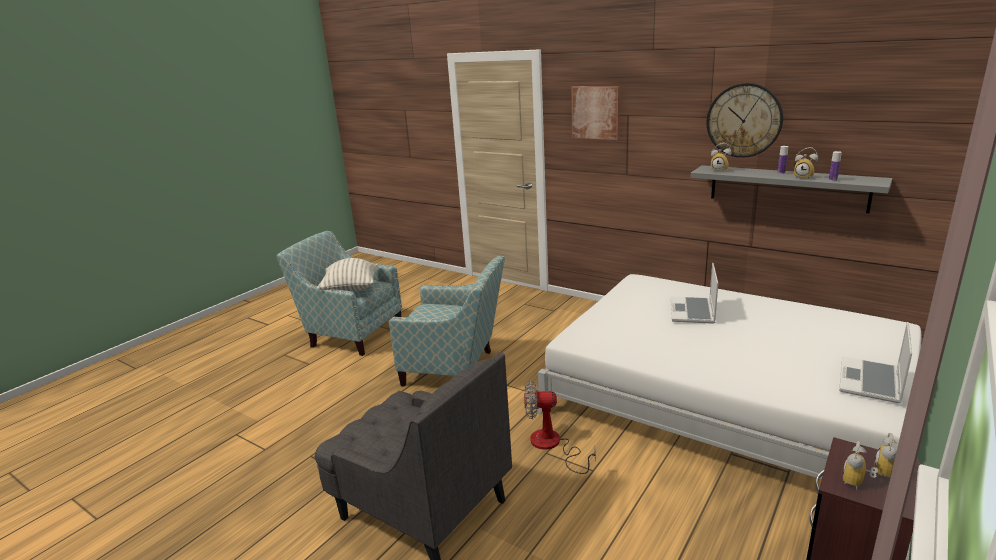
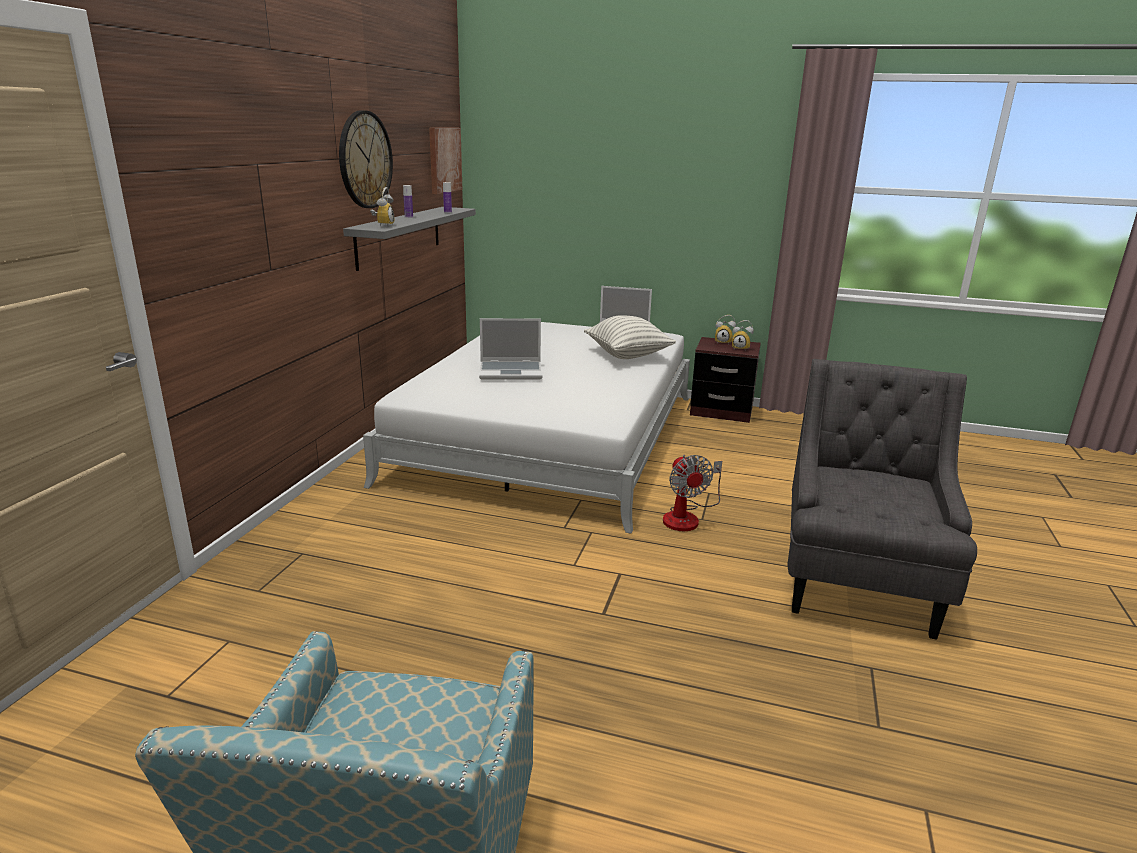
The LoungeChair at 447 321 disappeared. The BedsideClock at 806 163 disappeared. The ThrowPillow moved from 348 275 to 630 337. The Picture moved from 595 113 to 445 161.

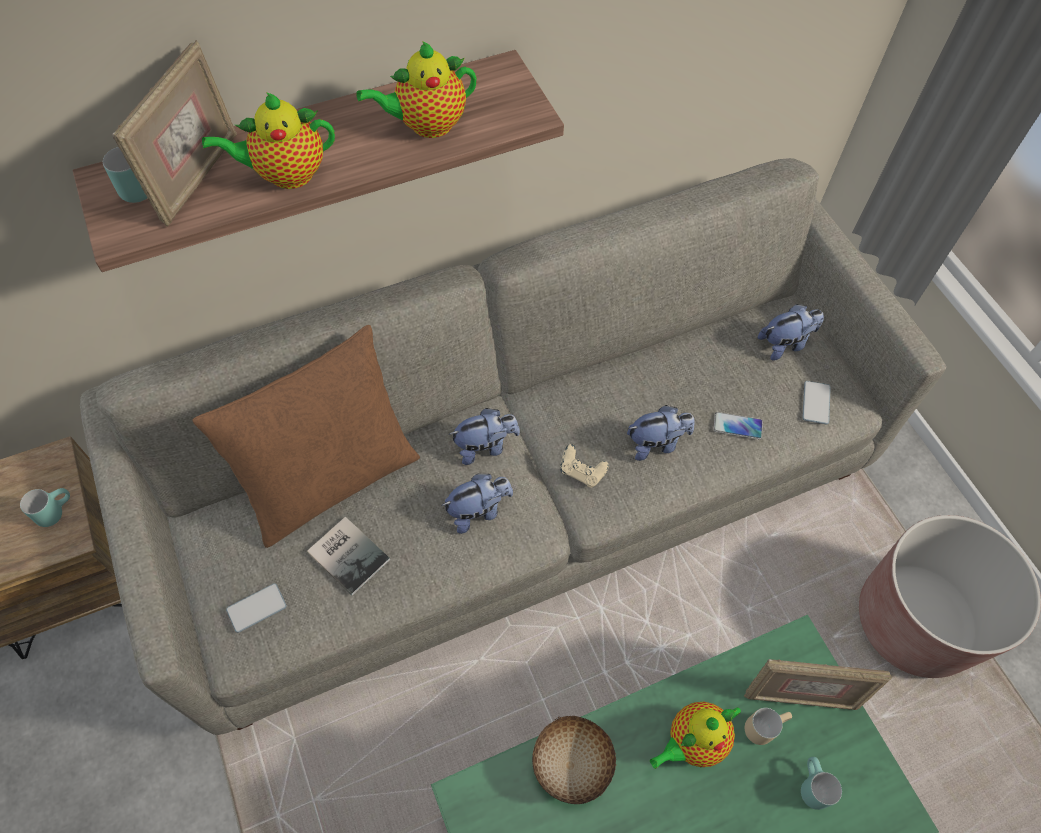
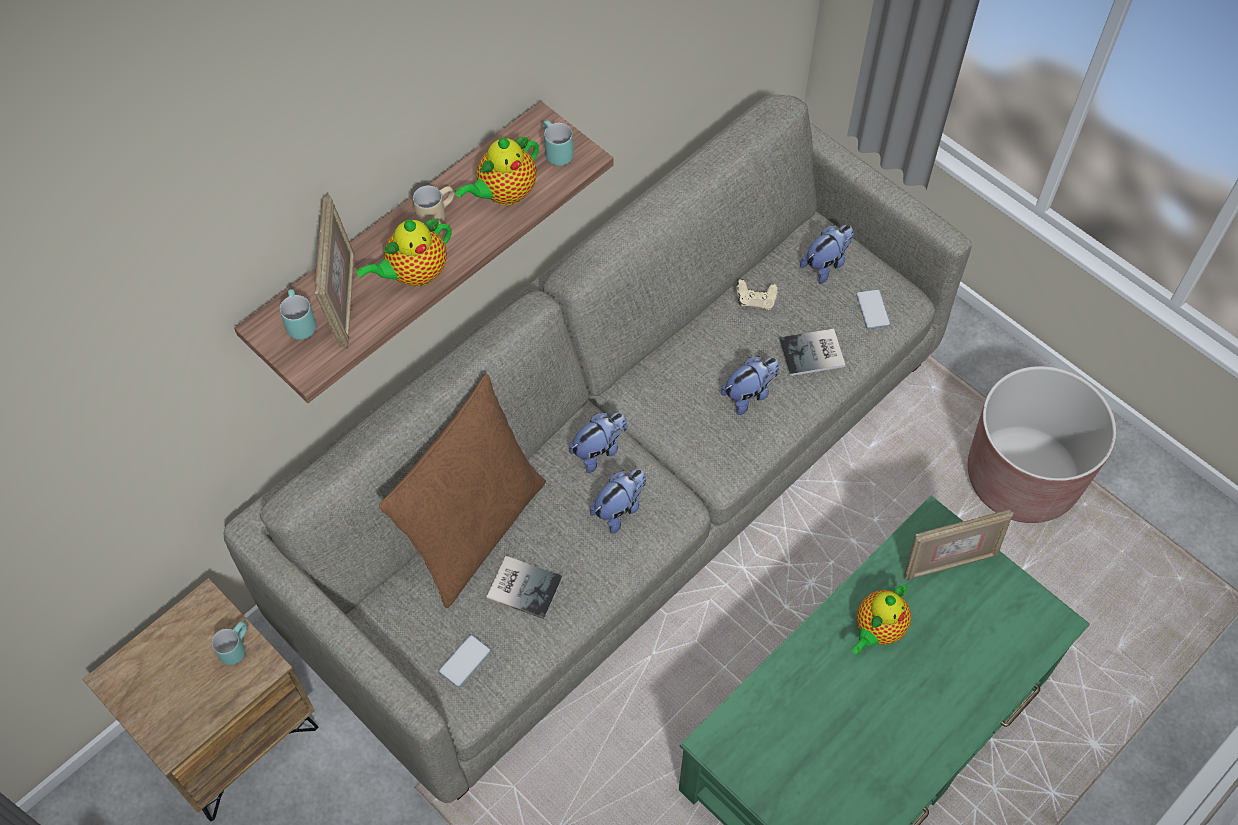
The ServingBowl at 574 760 disappeared. The BeigeGameController moved from 584 466 to 757 294. The BeigeCoffeeMug moved from 768 726 to 433 205. The TurquoiseCoffeeMug moved from 821 783 to 558 143. The Phone at 738 425 was replaced by the Book at 812 352.

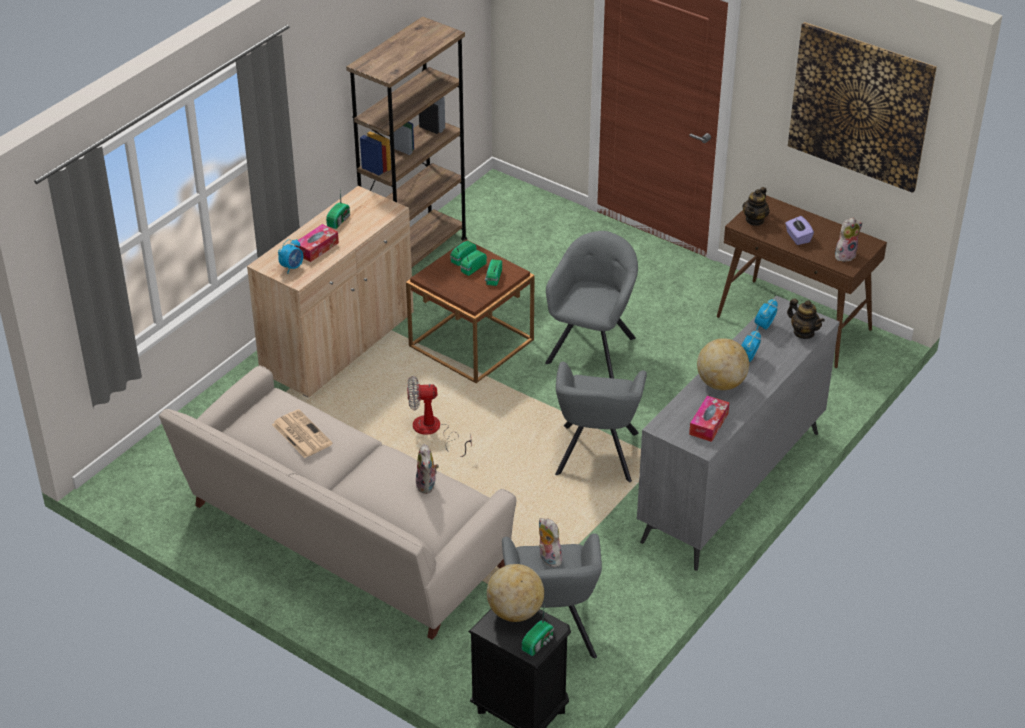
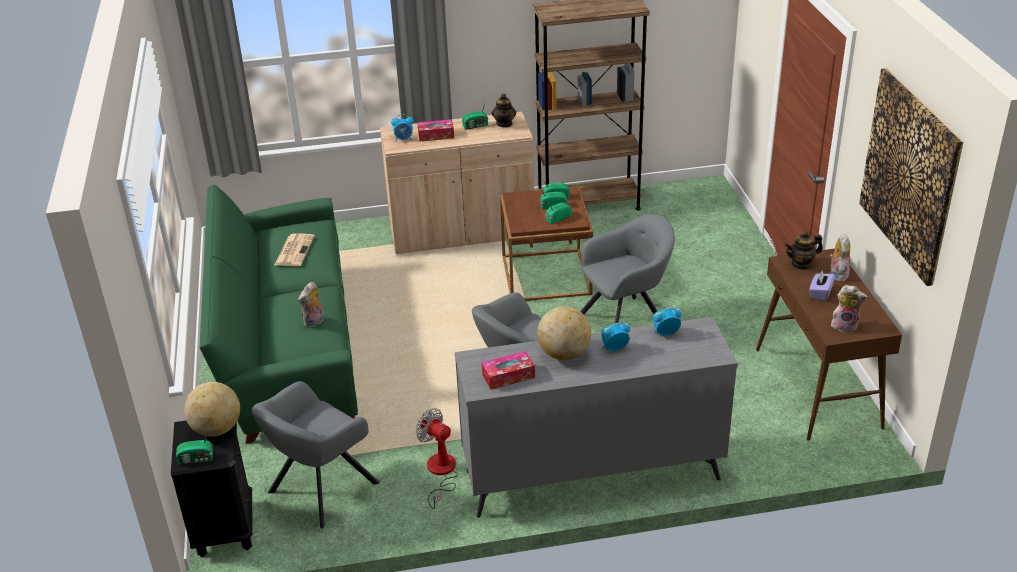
The Fan moved from 439 416 to 437 458. The PlushToy moved from 550 542 to 839 257. The TeaPot moved from 806 318 to 504 111. The BeigeSettee at 337 502 became the GreenishSettee at 279 314.

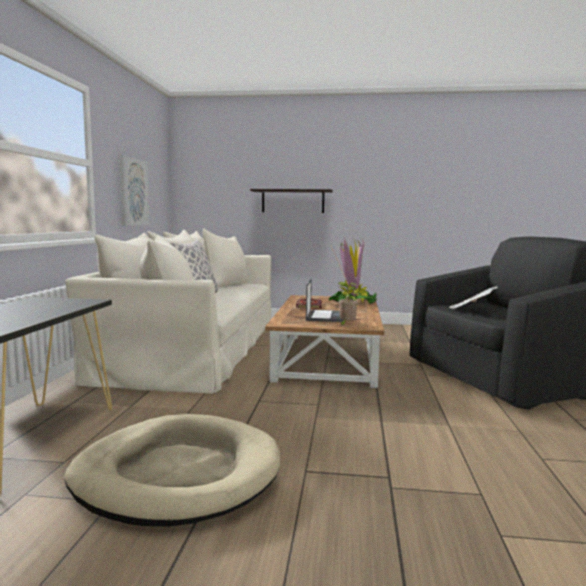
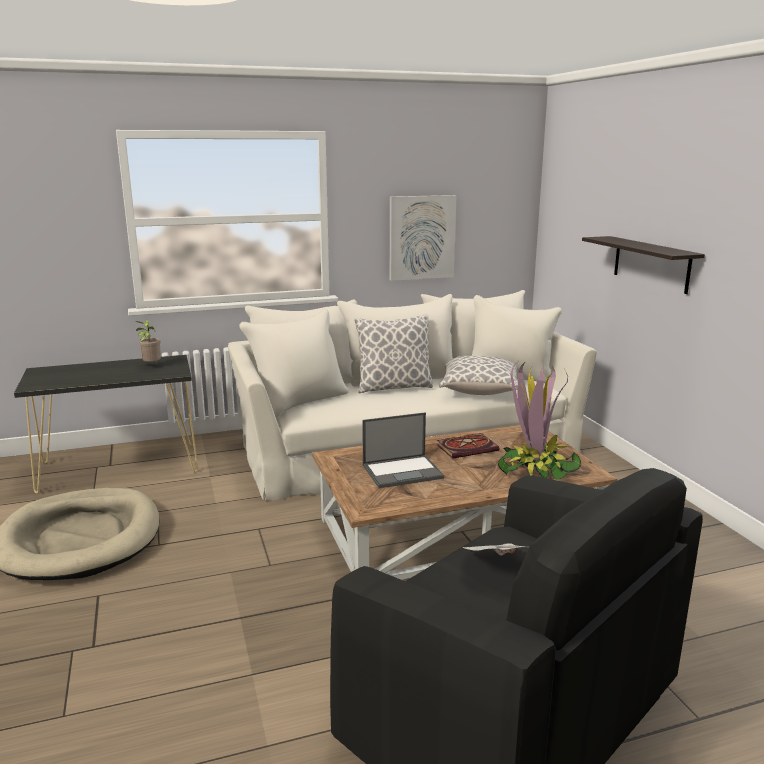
The ThrowPillow at 478 375 appeared. The Houseplant moved from 348 304 to 148 342.

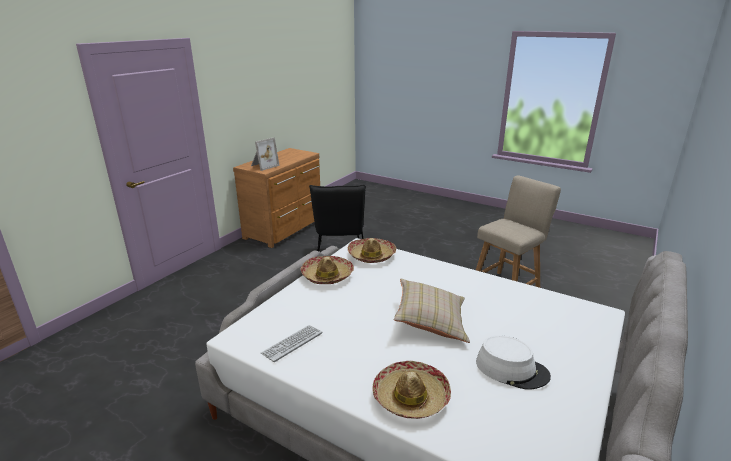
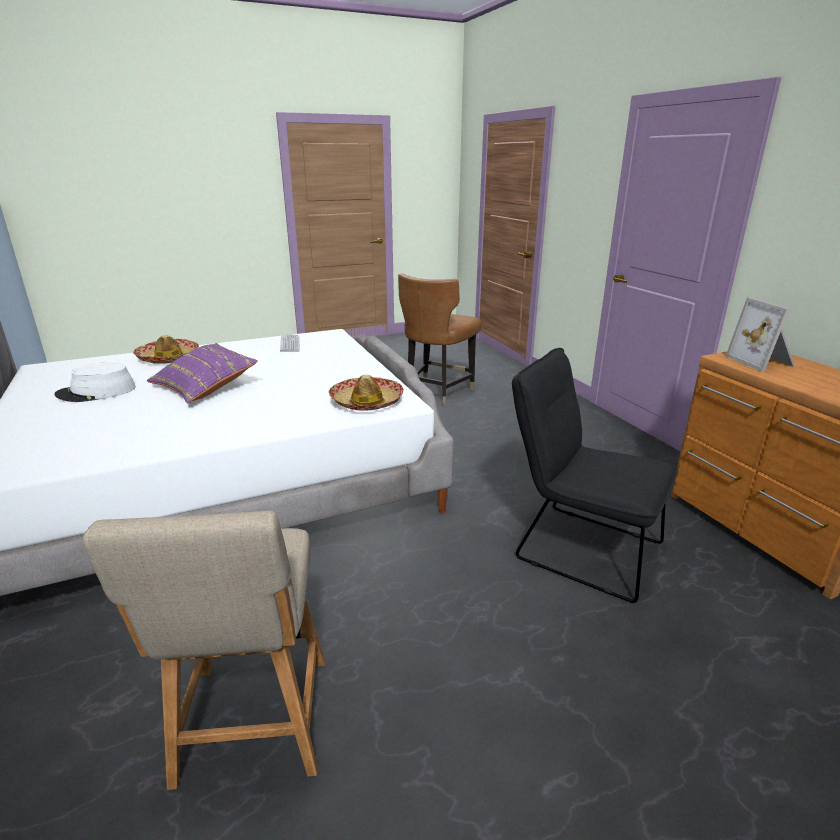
The WearableHat at 327 270 disappeared. The BrownChair at 440 339 appeared. The BeigeThrowPillow at 432 311 became the PurpleColouredThrowPillow at 202 373.

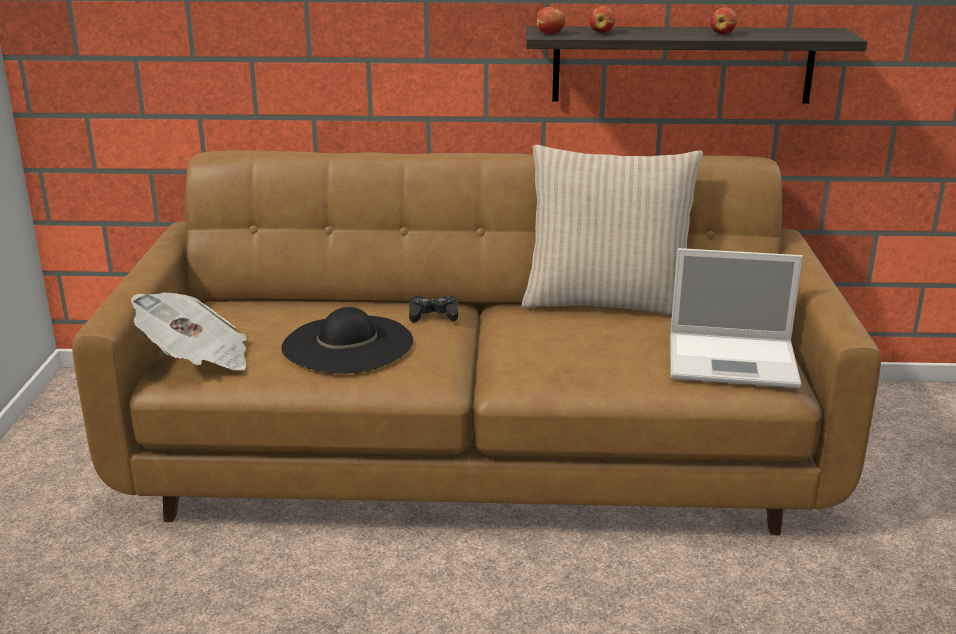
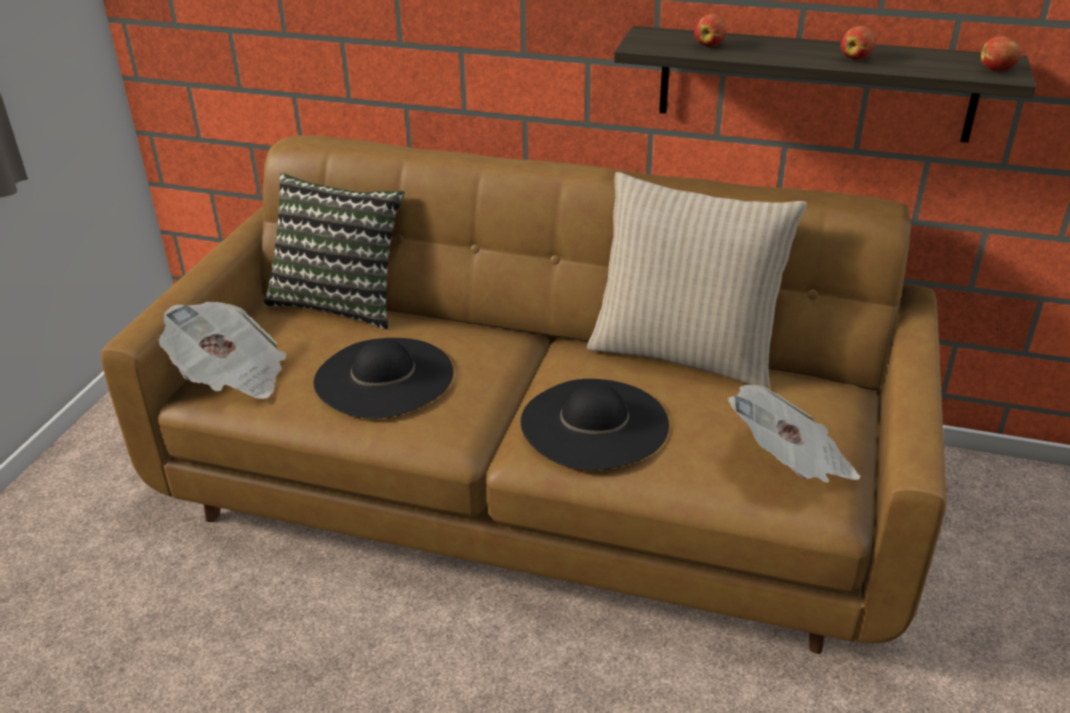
The BlackishGameController at 433 308 disappeared. The ThrowPillow at 334 251 appeared. The BlackishWearableHat at 595 424 appeared. The WholeApple moved from 551 20 to 1001 53. The NotebookComputer at 736 318 was replaced by the DailyPaper at 794 434.

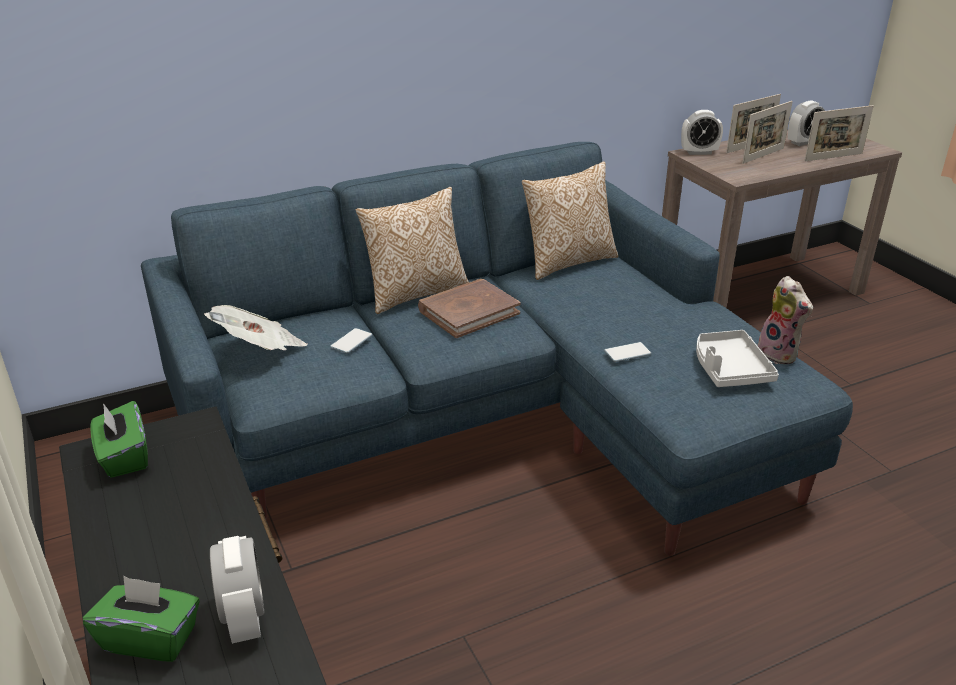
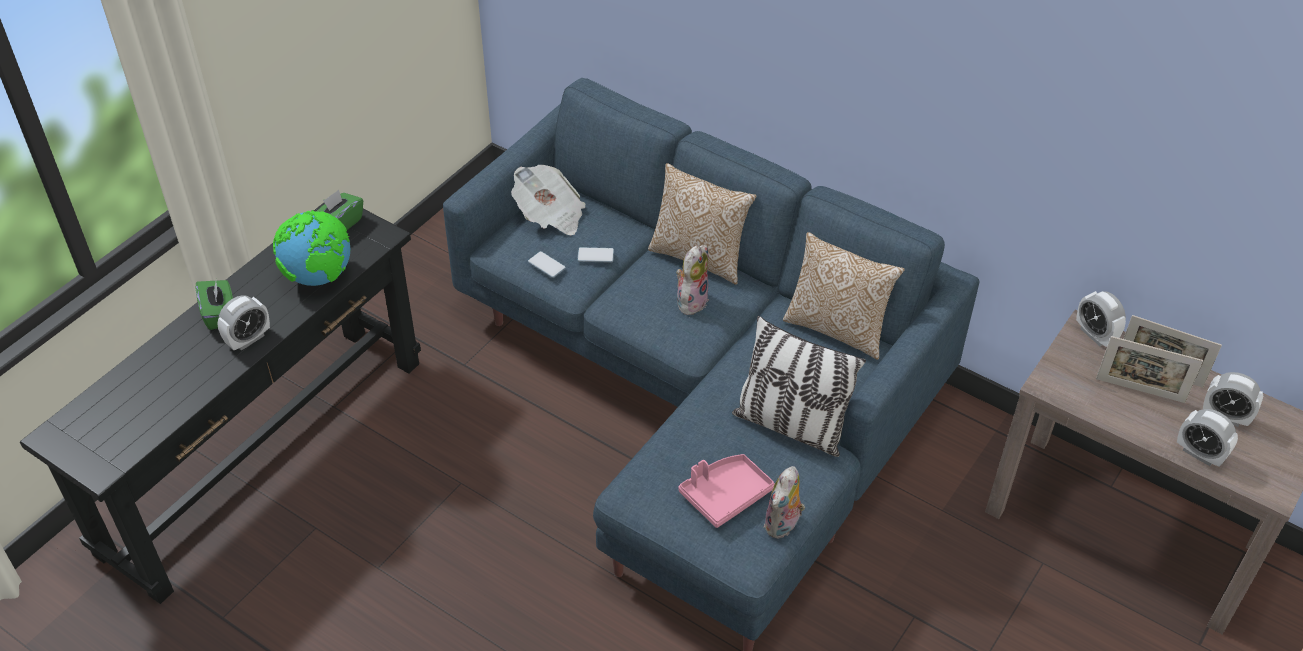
The Globe at 311 248 appeared. The ThrowPillow at 799 386 appeared. The Phone moved from 628 352 to 547 264. The BrownBook at 469 308 was replaced by the PlushToy at 692 280. The PictureFrame at 839 133 was replaced by the BedsideClock at 1207 438. The GreyishCarryingTray at 737 358 became the PinkishCarryingTray at 726 491.

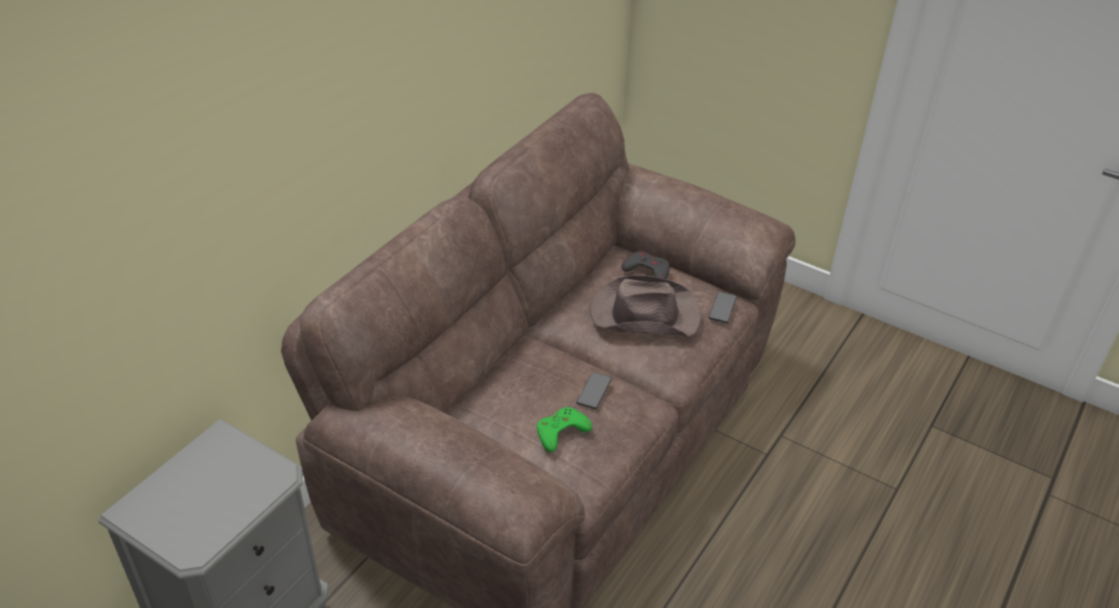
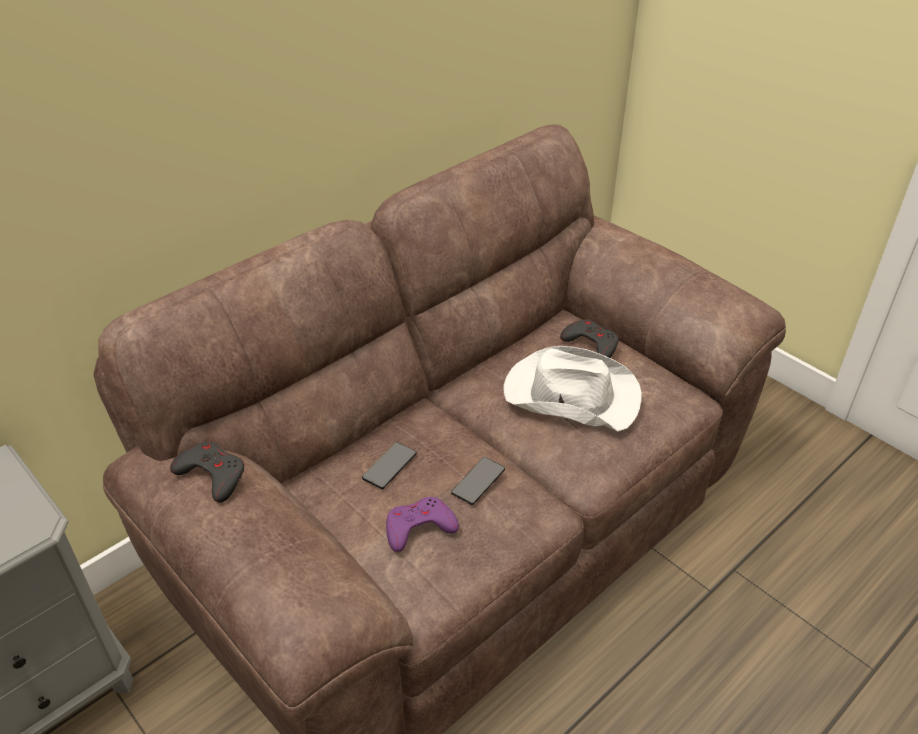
The GreyishGameController at 207 472 appeared. The Phone moved from 723 307 to 389 465. The GreenishGameController at 564 429 became the PurpleColouredGameController at 422 524. The BrownWearableHat at 645 306 became the WhiteColouredWearableHat at 572 389.

